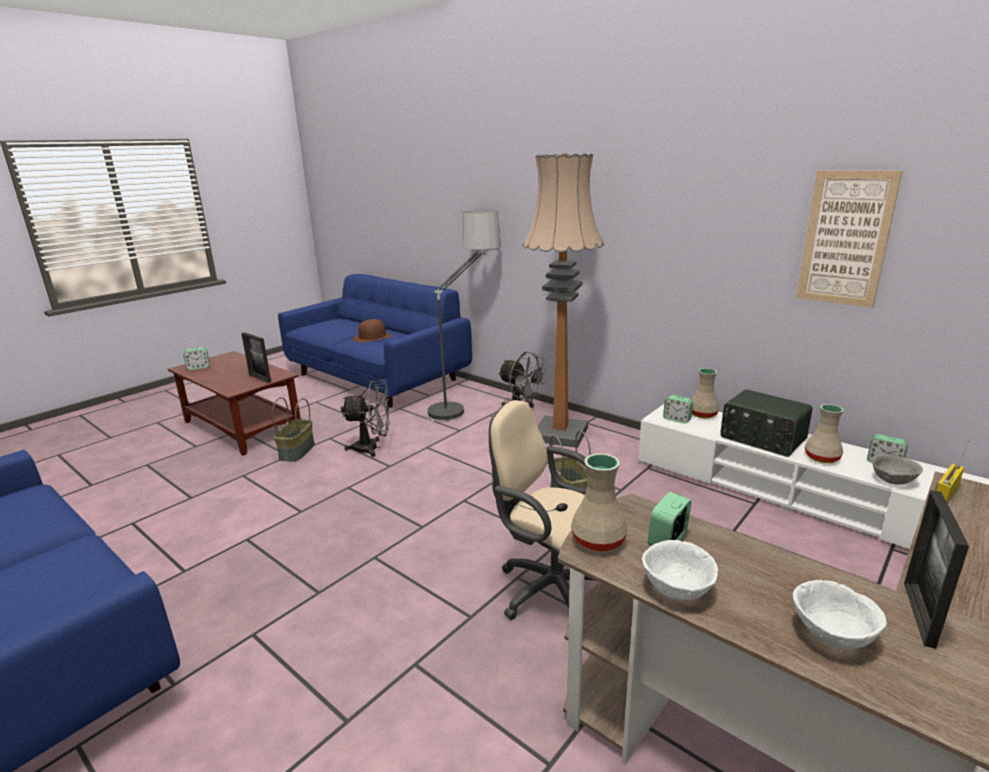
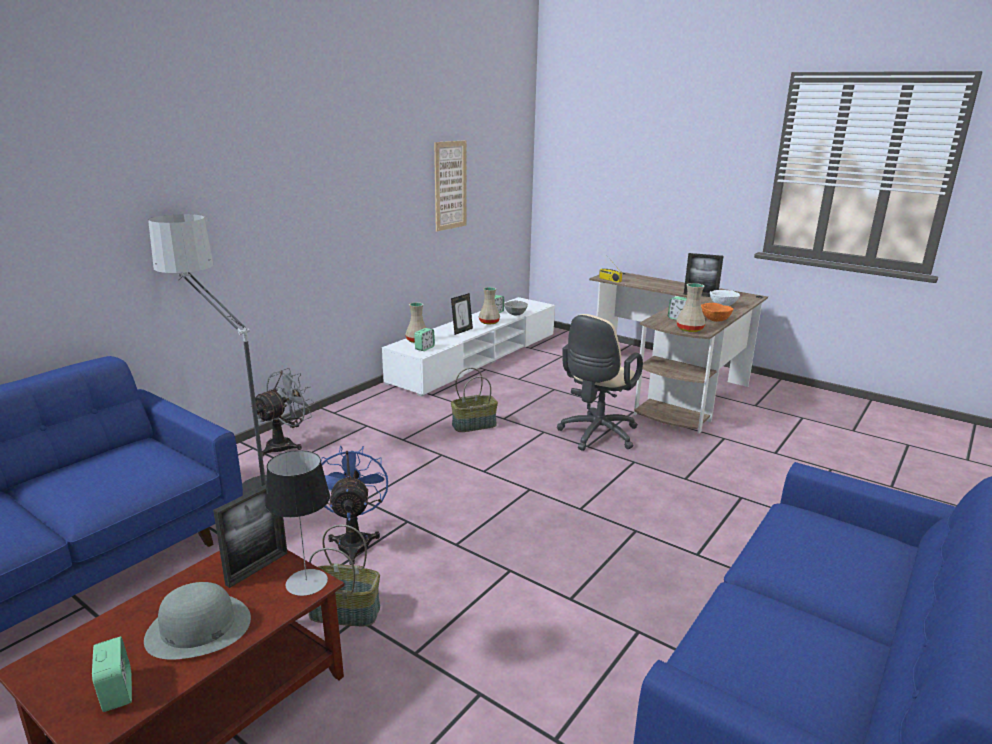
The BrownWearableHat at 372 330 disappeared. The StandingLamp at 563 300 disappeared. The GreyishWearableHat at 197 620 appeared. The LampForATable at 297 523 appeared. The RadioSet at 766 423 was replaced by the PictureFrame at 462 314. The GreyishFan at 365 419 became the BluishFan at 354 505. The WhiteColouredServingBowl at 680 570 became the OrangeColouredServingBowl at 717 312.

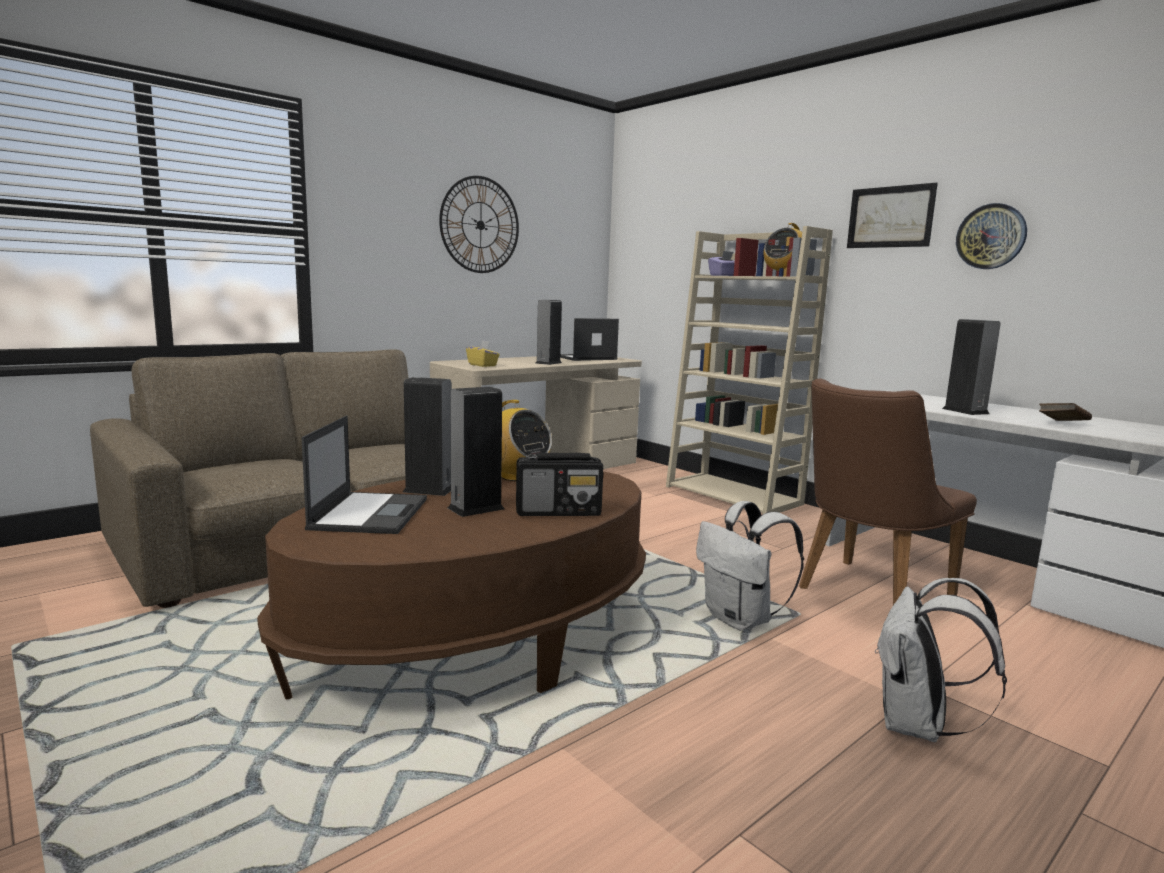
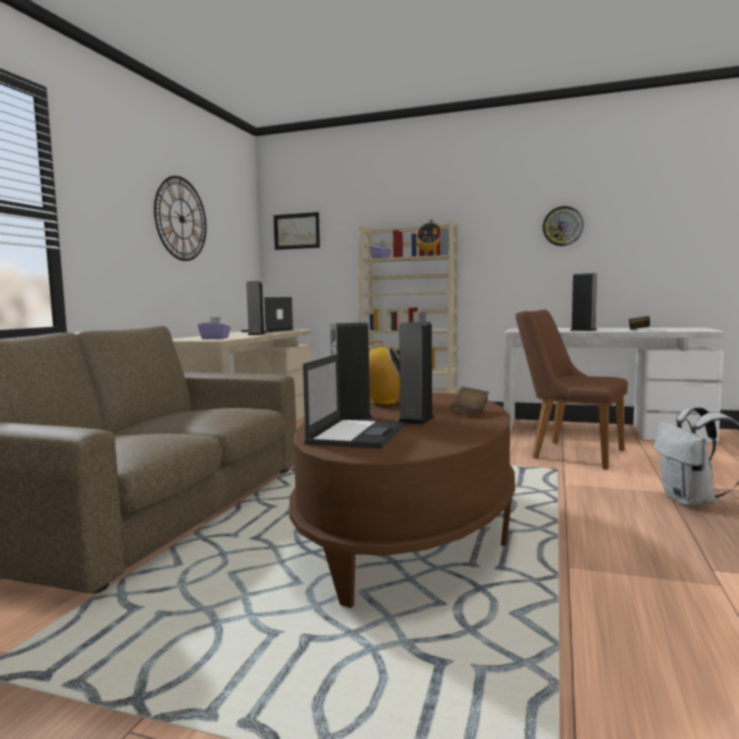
The WhiteColouredBackpack at 750 566 disappeared. The Picture moved from 892 215 to 297 231. The RadioSet at 559 484 was replaced by the BrownBook at 469 402. The YellowColouredTissueHolder at 483 353 became the PurpleColouredTissueHolder at 214 328. The NotebookComputer at 364 474 turned 45 degrees clockwise. The BrownChair at 888 492 turned 105 degrees clockwise.

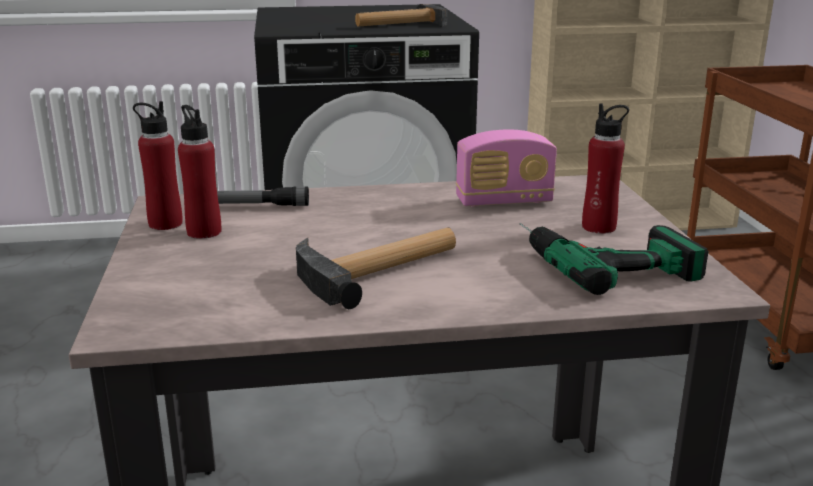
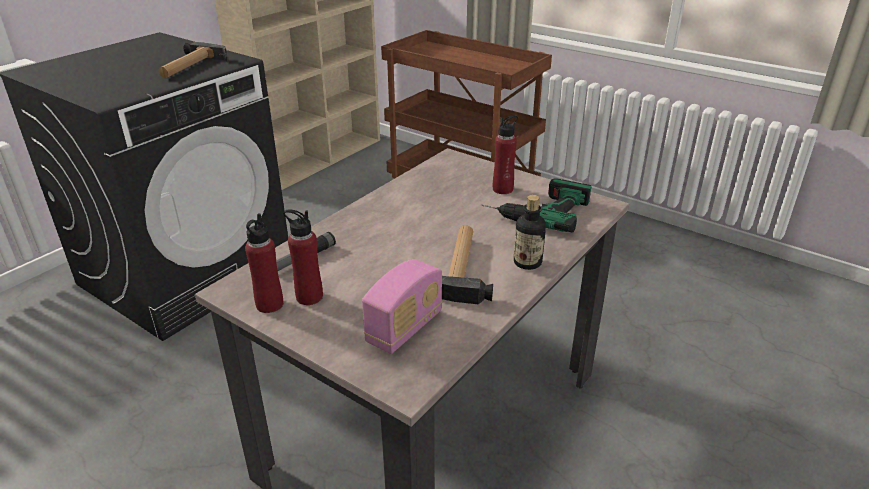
The DrinkBottle at 530 232 appeared. The RadioSet moved from 506 168 to 402 306.

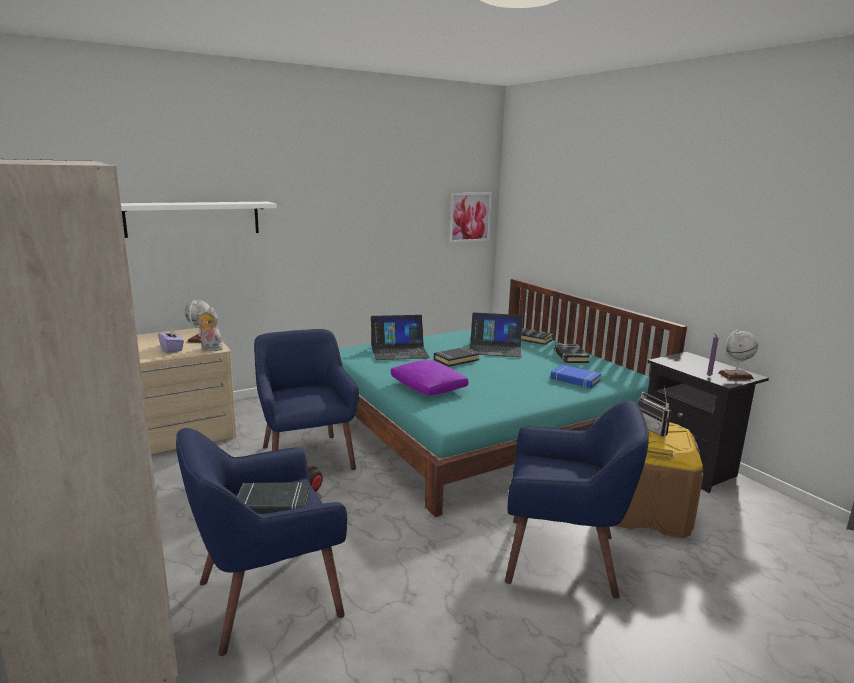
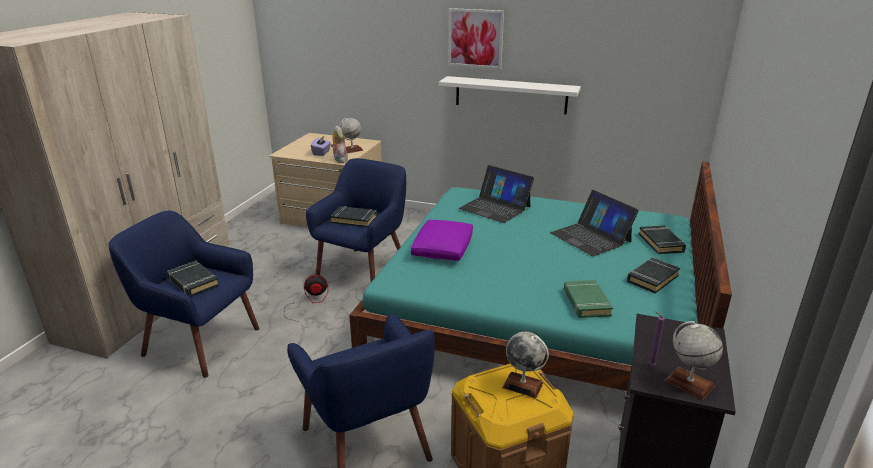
The WhiteColouredShelf moved from 199 220 to 510 95. The BlackishBook moved from 457 357 to 353 216. The Picture moved from 470 217 to 476 38. The RadioSet at 654 411 was replaced by the Globe at 525 365. The BluishBook at 576 376 became the GreenishBook at 588 299.

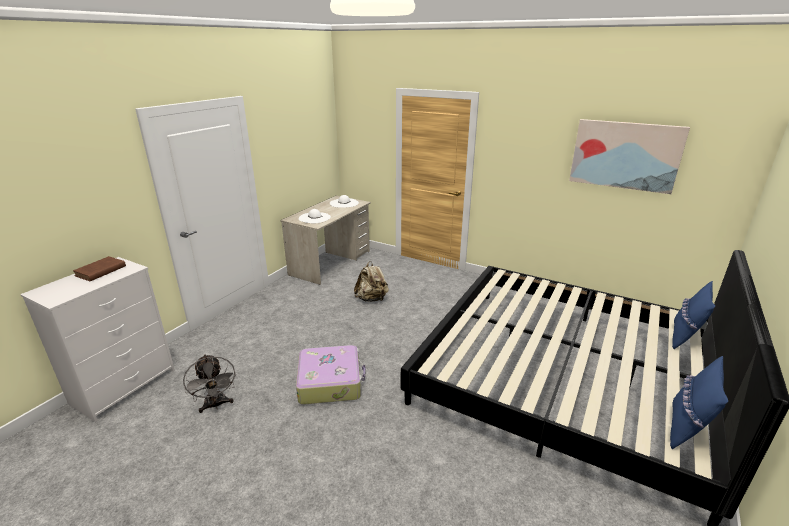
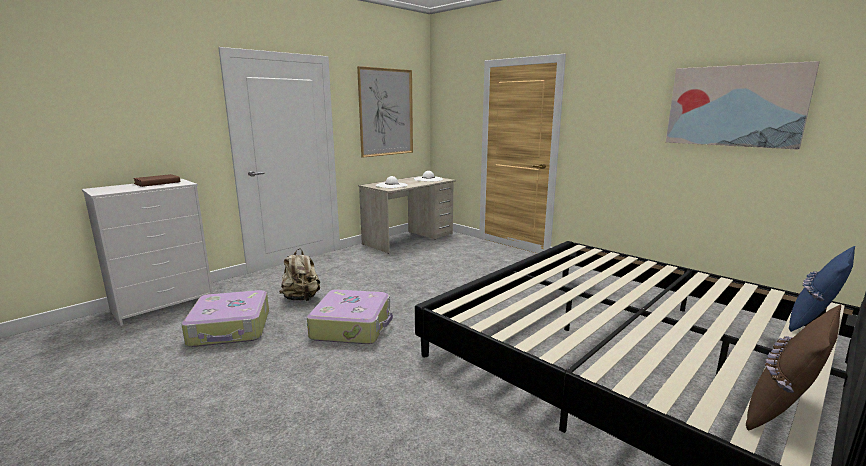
The Picture at 385 112 appeared. The BeigeBackpack moved from 371 281 to 299 274. The GreyishFan at 209 383 was replaced by the Suitcase at 225 318. The BluishThrowPillow at 699 402 became the BrownThrowPillow at 793 368.

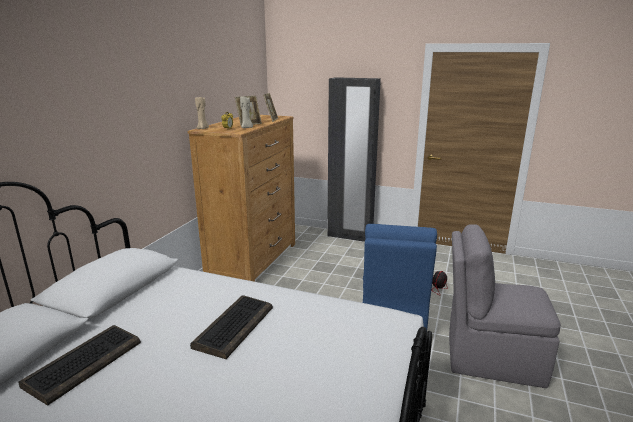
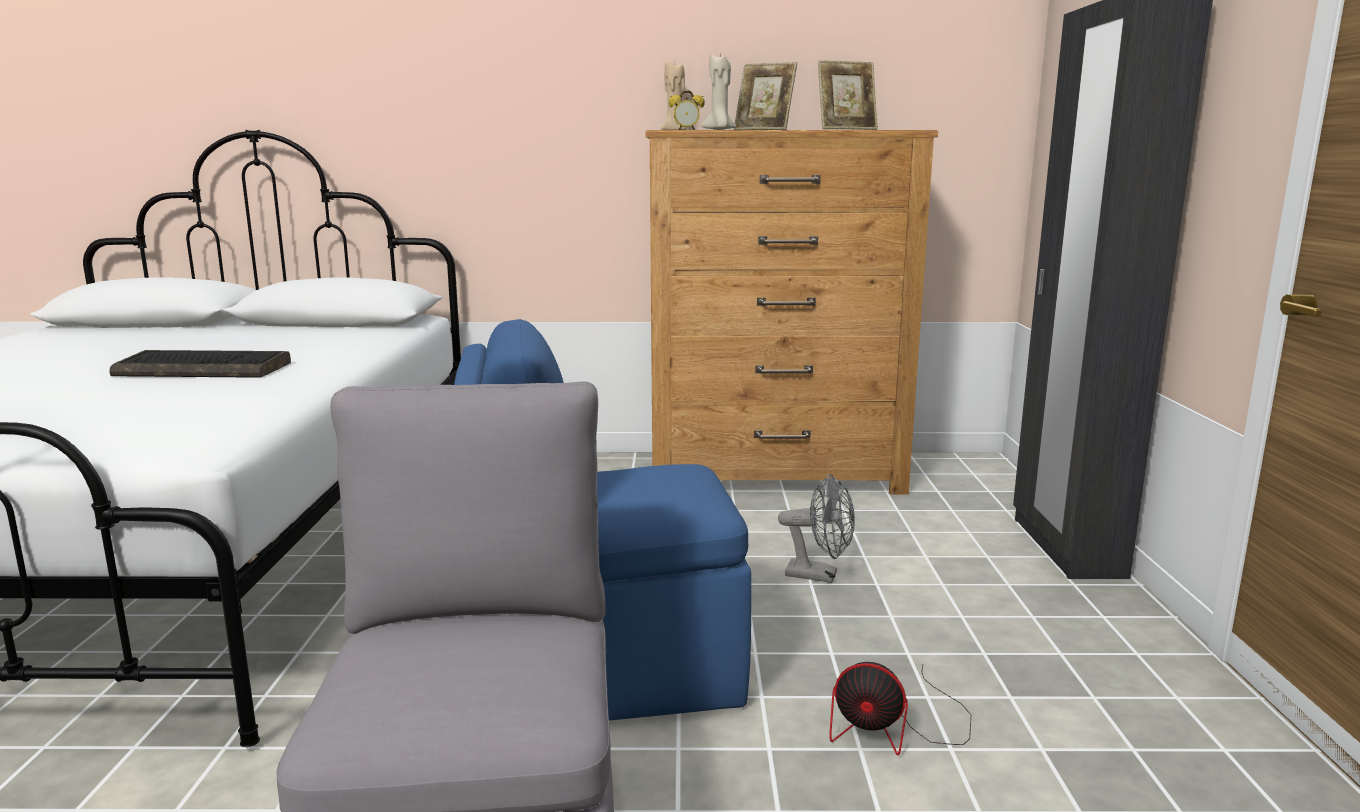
The Keyboard at 80 365 disappeared. The GreyishFan at 816 528 appeared.

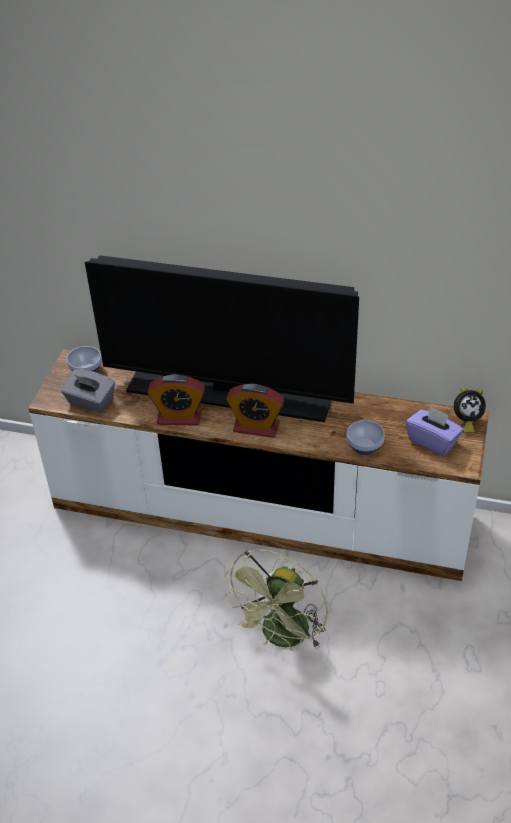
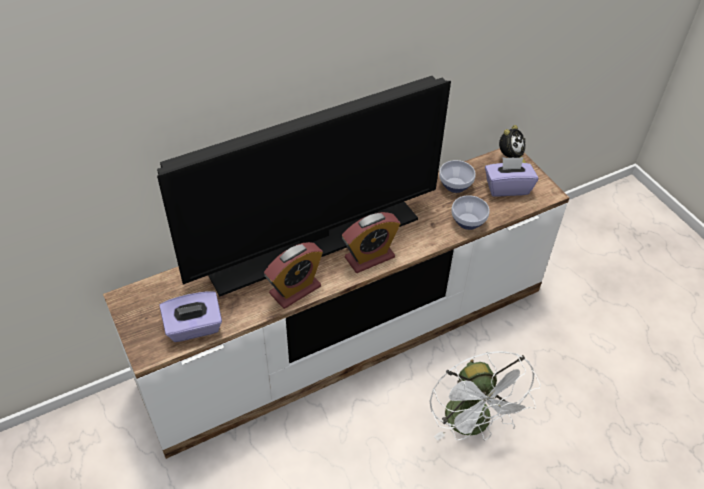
The ServingBowl moved from 84 359 to 457 176. The GreyishTissueHolder at 88 391 became the PurpleColouredTissueHolder at 191 316. The GreenishFan at 275 600 became the WhiteColouredFan at 485 396.

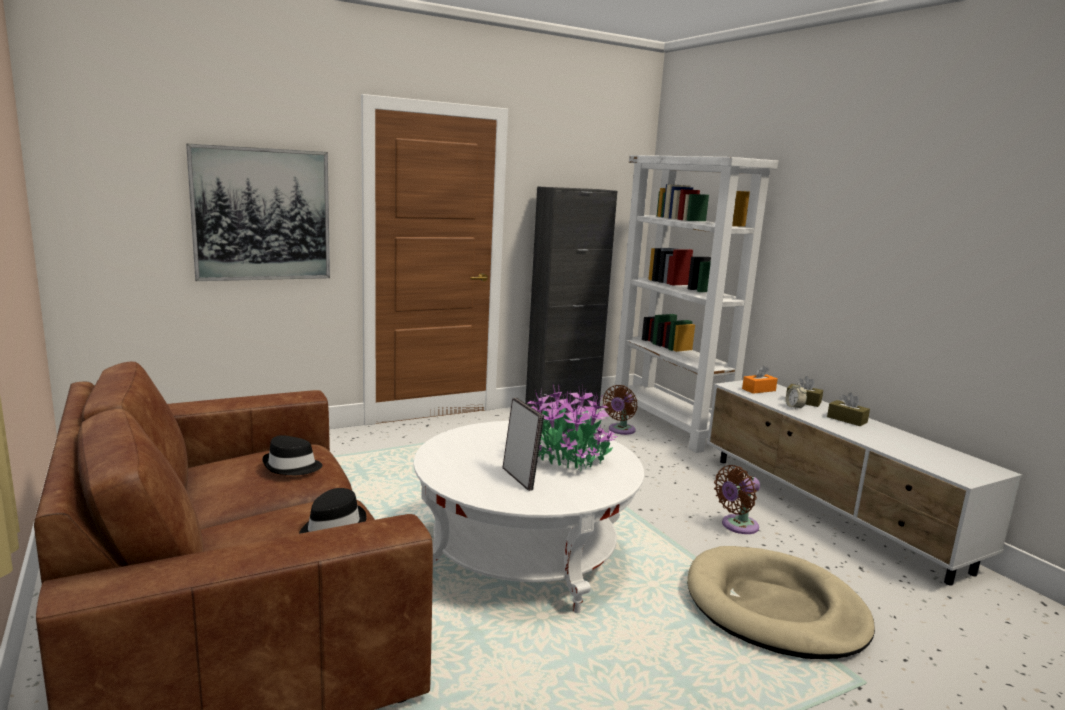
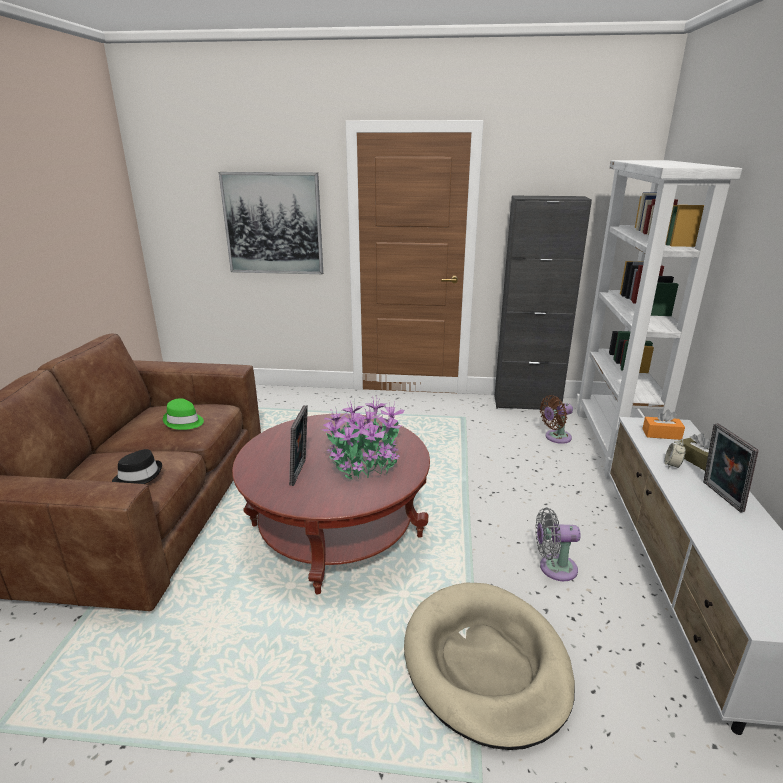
The BrownTissueHolder at 848 409 was replaced by the PictureFrame at 731 467. The BlackishWearableHat at 292 455 became the GreenishWearableHat at 183 414. The WhiteColouredLowTable at 529 517 became the RedLowTable at 331 504. The BrownFan at 737 499 became the GreyishFan at 558 544.

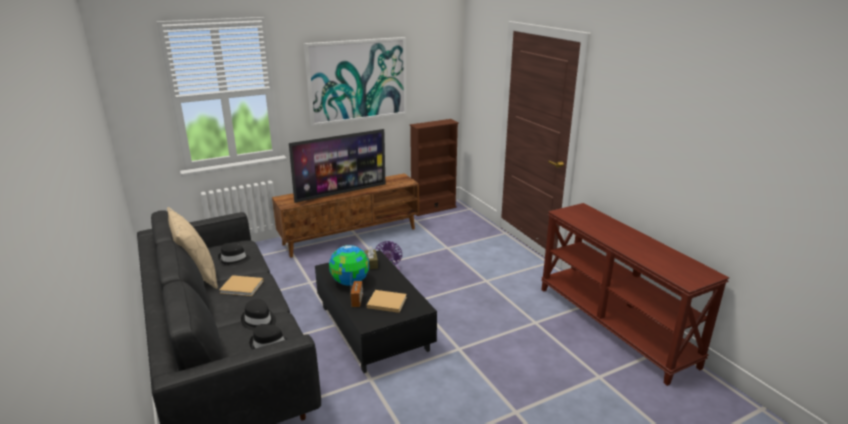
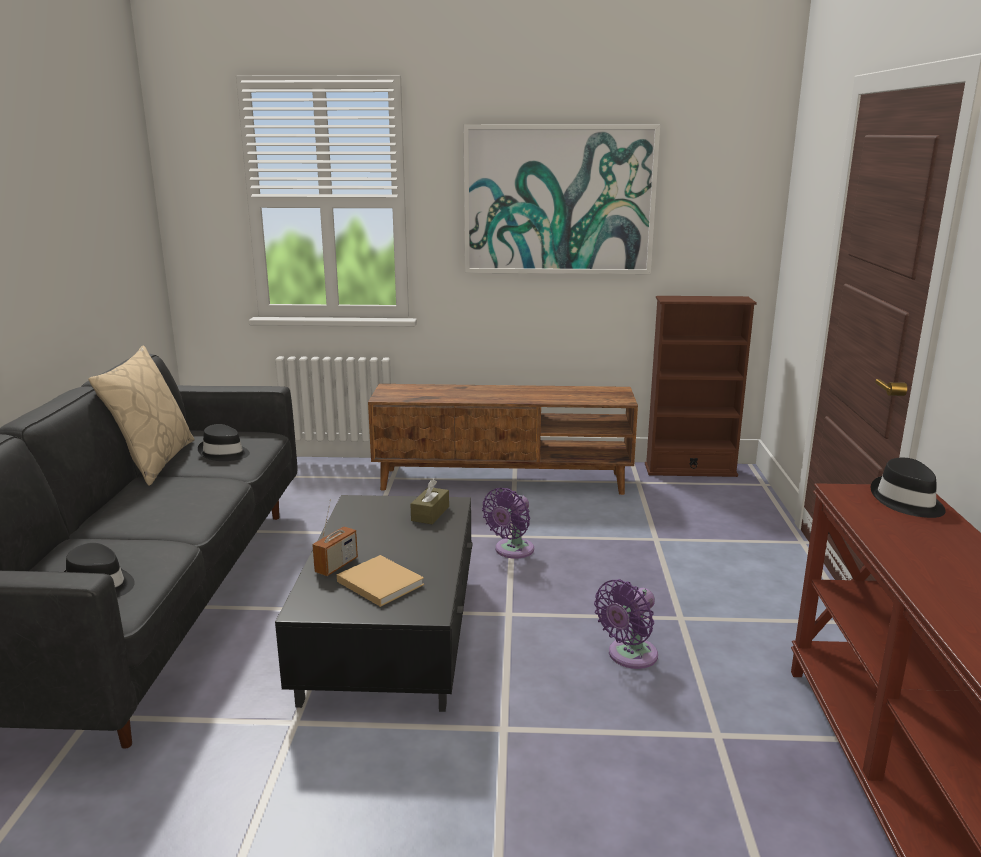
The BeigeBook at 241 285 disappeared. The Television at 337 166 disappeared. The Globe at 349 265 disappeared. The PurpleColouredFan at 626 624 appeared. The BlackishWearableHat moved from 258 315 to 908 488.

